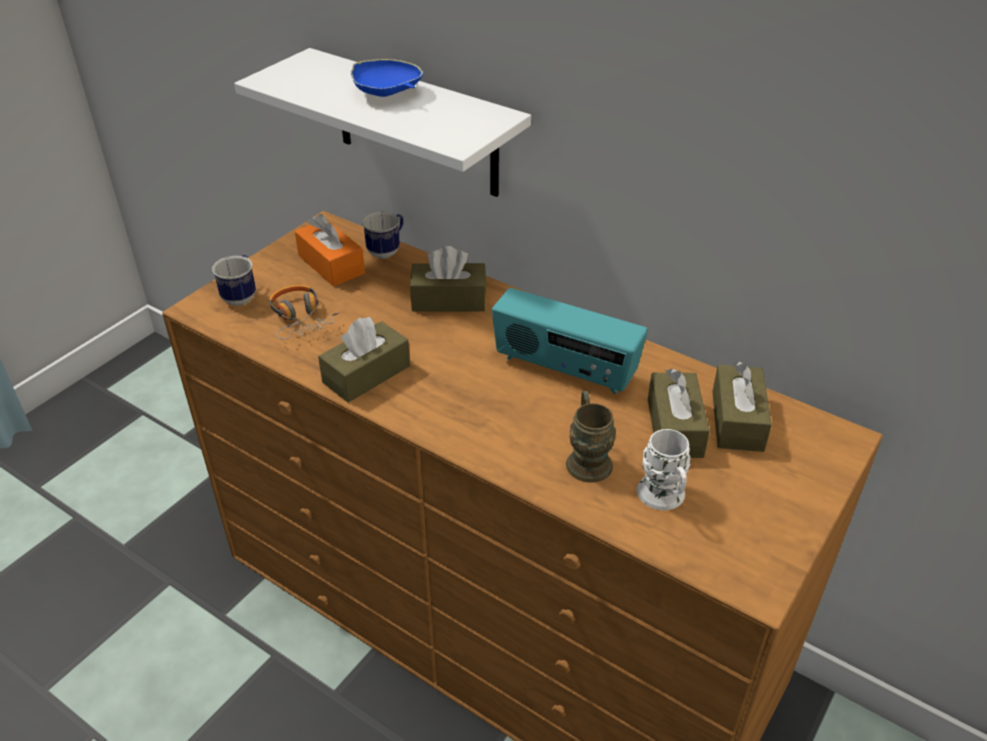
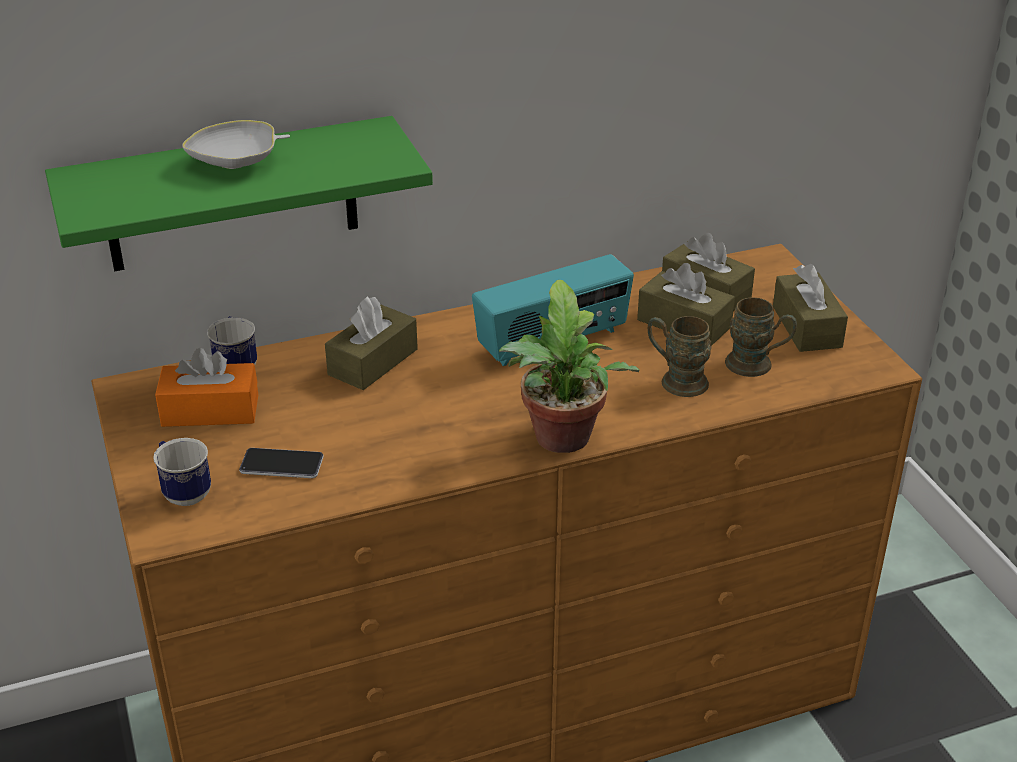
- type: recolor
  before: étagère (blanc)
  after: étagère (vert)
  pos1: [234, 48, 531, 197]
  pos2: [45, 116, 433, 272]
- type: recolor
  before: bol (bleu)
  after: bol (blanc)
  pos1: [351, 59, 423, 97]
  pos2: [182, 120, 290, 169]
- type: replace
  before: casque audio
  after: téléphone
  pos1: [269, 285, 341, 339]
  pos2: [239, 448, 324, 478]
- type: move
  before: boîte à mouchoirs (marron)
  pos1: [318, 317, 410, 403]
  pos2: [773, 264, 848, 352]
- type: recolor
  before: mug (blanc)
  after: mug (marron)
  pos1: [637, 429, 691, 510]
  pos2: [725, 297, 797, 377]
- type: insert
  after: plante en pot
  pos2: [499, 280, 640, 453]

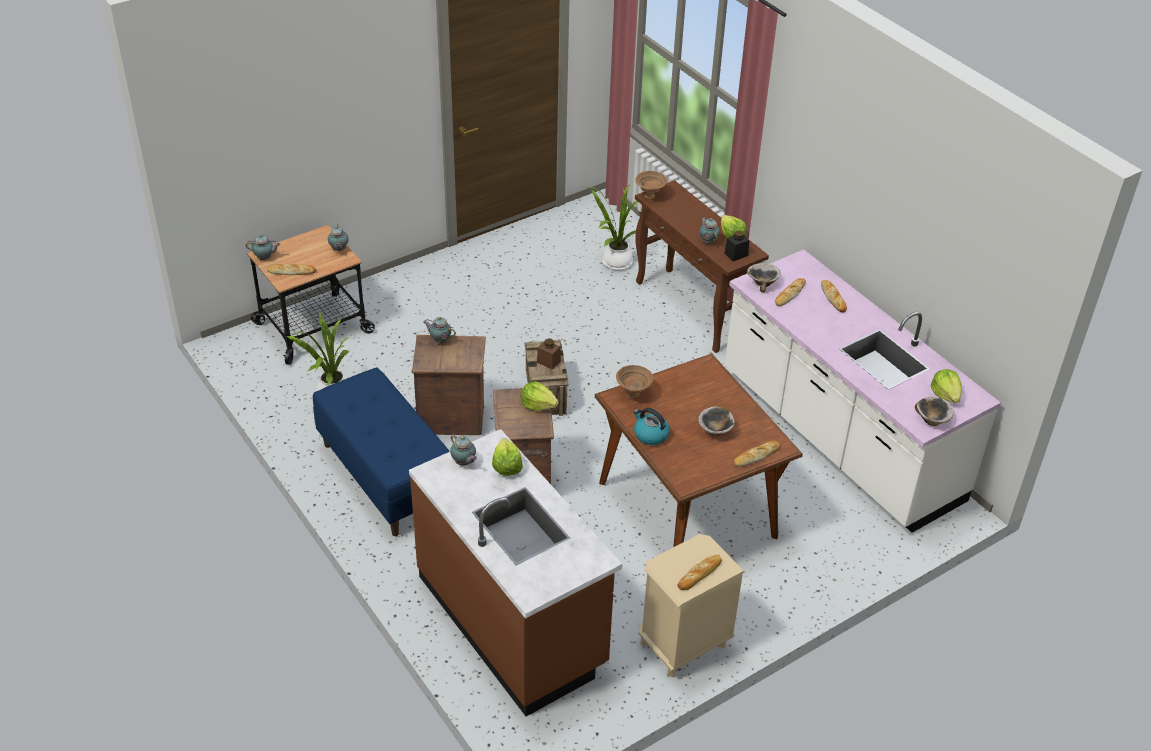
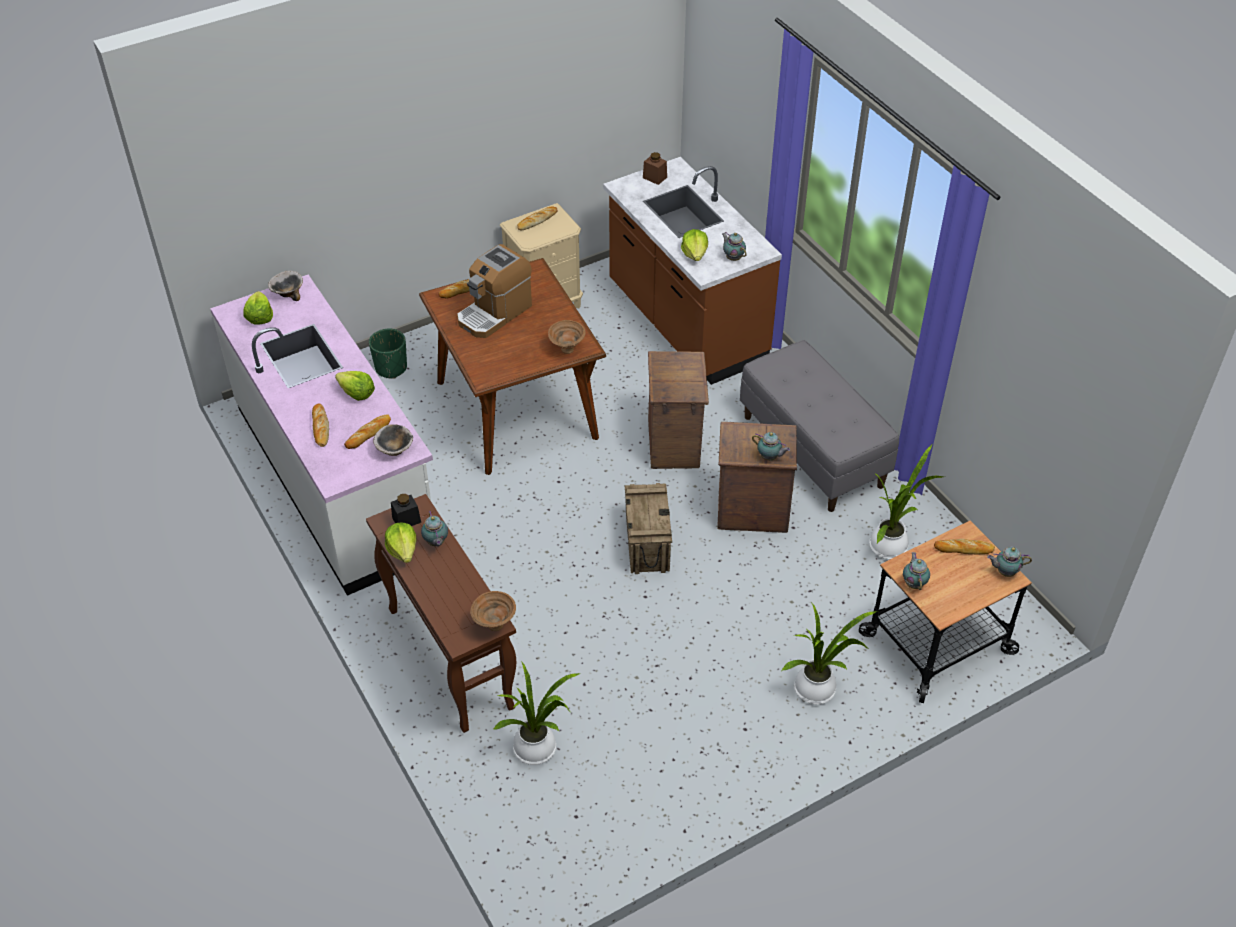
- type: move
  before: bocal (marron)
  pos1: [537, 338, 561, 370]
  pos2: [643, 152, 667, 185]
- type: recolor
  before: banc (bleu)
  after: banc (gris)
  pos1: [313, 367, 450, 536]
  pos2: [740, 340, 899, 512]
- type: move
  before: laitue
  pos1: [521, 381, 559, 411]
  pos2: [335, 371, 375, 401]
- type: replace
  before: bol
  after: machine à café
  pos1: [698, 406, 735, 436]
  pos2: [457, 244, 532, 338]
- type: delete
  before: bouilloire
  pos1: [633, 408, 670, 445]
- type: insert
  after: cache-pot (vert)
  pos2: [369, 329, 407, 379]
- type: insert
  after: plante en pot
  pos2: [782, 602, 878, 704]

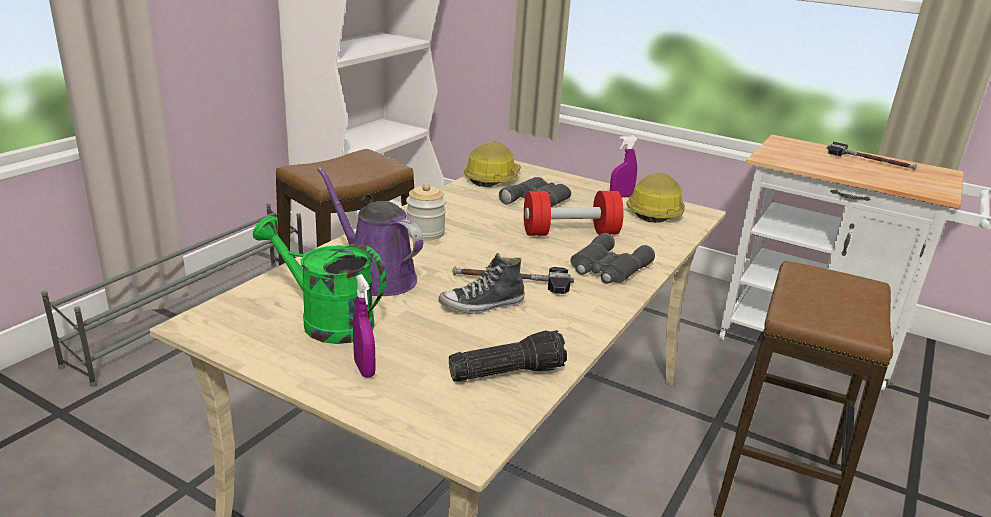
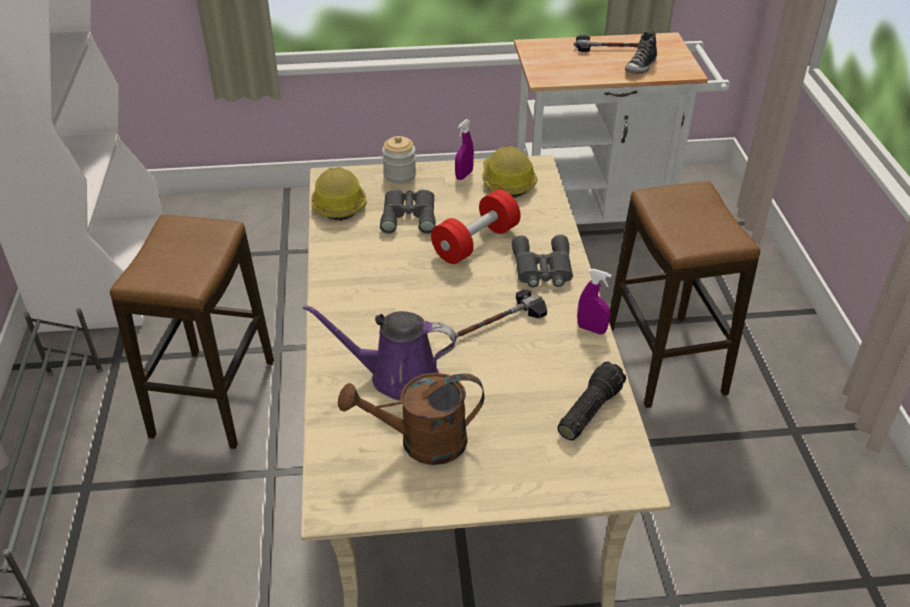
- type: move
  before: bocal
  pos1: [406, 183, 446, 240]
  pos2: [382, 136, 416, 183]
- type: recolor
  before: arrosoir (vert)
  after: arrosoir (marron)
  pos1: [253, 216, 386, 344]
  pos2: [338, 373, 484, 465]
- type: move
  before: chaussure
  pos1: [438, 253, 525, 314]
  pos2: [625, 30, 657, 74]
- type: move
  before: vaporisateur (violet)
  pos1: [353, 274, 376, 378]
  pos2: [577, 269, 612, 334]

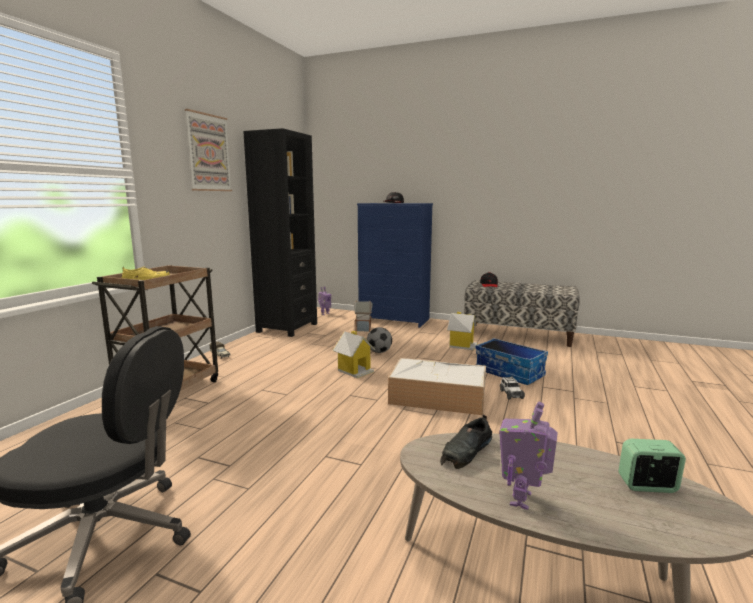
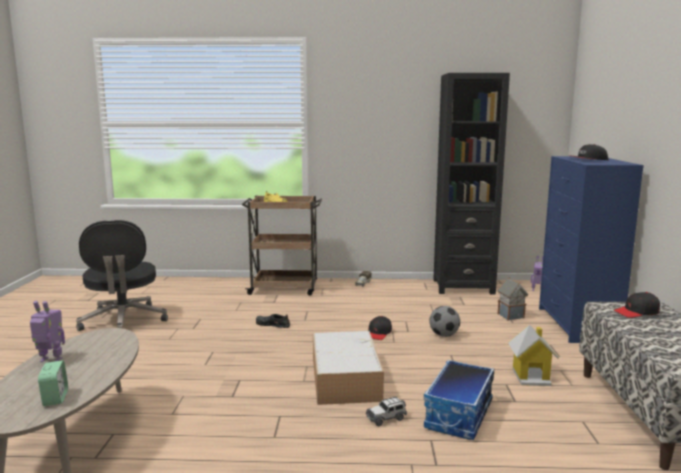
- type: delete
  before: tableau
  pos1: [185, 109, 232, 191]
- type: replace
  before: maison miniature
  after: casquette (noir)
  pos1: [332, 331, 375, 378]
  pos2: [368, 316, 392, 340]
- type: move
  before: chaussure (noir)
  pos1: [440, 415, 492, 469]
  pos2: [256, 314, 290, 328]

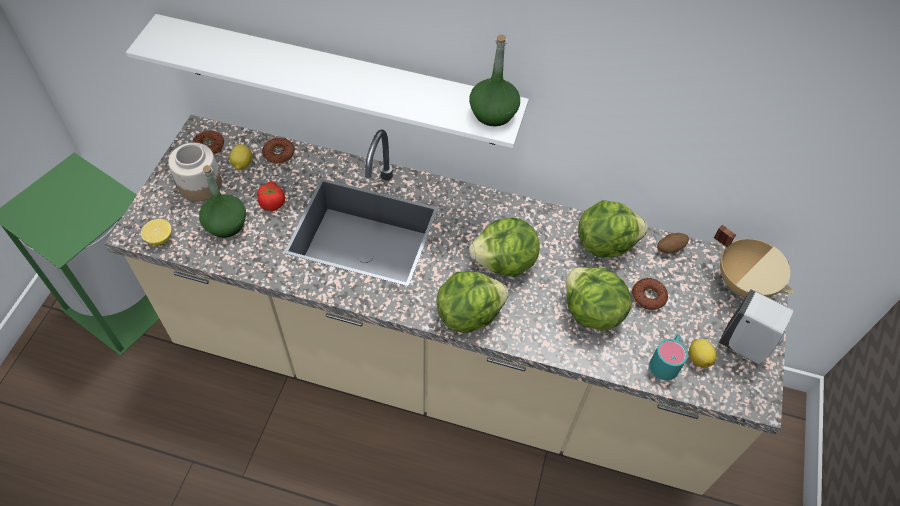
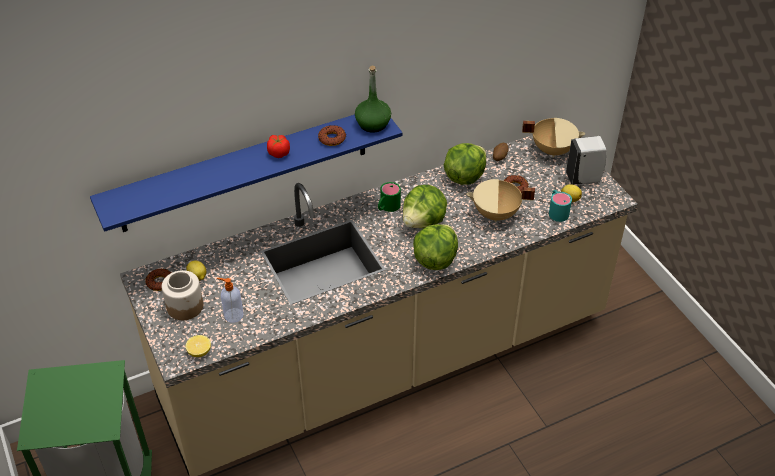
- type: recolor
  before: étagère (blanc)
  after: étagère (bleu)
  pos1: [126, 14, 529, 148]
  pos2: [90, 114, 402, 232]
- type: move
  before: beignet
  pos1: [262, 138, 294, 164]
  pos2: [318, 125, 346, 146]
- type: replace
  before: bouteille (vert)
  after: distributeur de savon
  pos1: [199, 165, 246, 238]
  pos2: [217, 278, 243, 323]
- type: move
  before: tomate
  pos1: [257, 182, 285, 211]
  pos2: [267, 135, 290, 158]
- type: replace
  before: laitue
  after: marmite (beige)
  pos1: [566, 267, 632, 331]
  pos2: [466, 179, 535, 222]
- type: insert
  after: mug (vert)
  pos2: [378, 182, 401, 212]

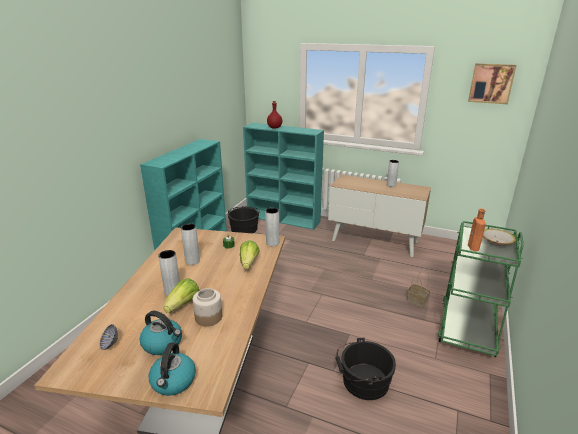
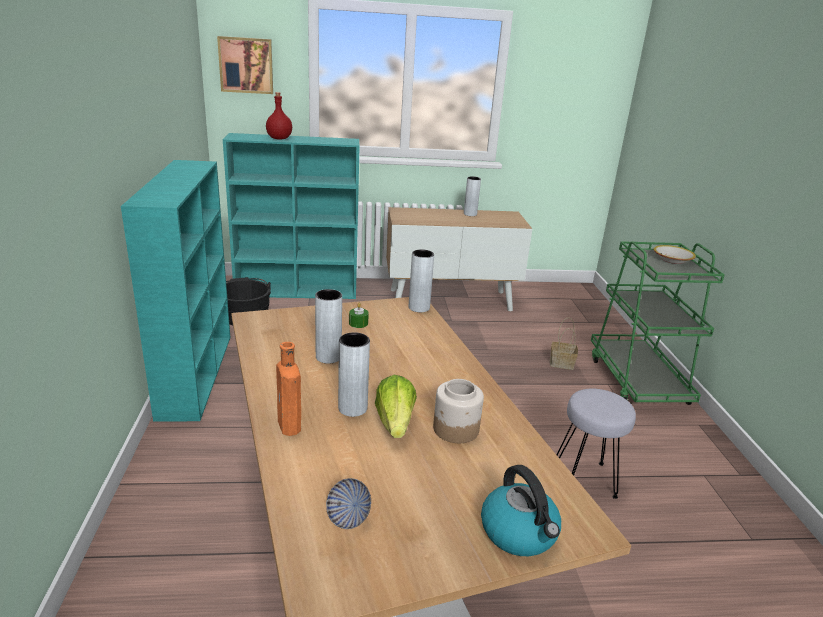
- type: move
  before: tableau
  pos1: [468, 63, 517, 104]
  pos2: [217, 36, 273, 94]
- type: move
  before: bouteille (orange)
  pos1: [468, 209, 486, 251]
  pos2: [276, 342, 301, 436]
- type: delete
  before: laitue
  pos1: [240, 240, 260, 269]
- type: delete
  before: bouilloire
  pos1: [139, 311, 182, 355]
- type: replace
  before: seau (noir)
  after: tabouret (gris)
  pos1: [335, 338, 396, 400]
  pos2: [556, 389, 636, 499]

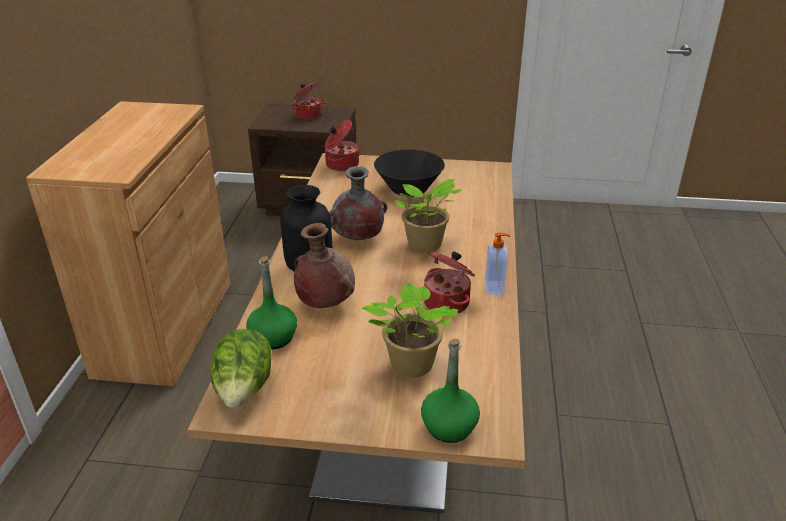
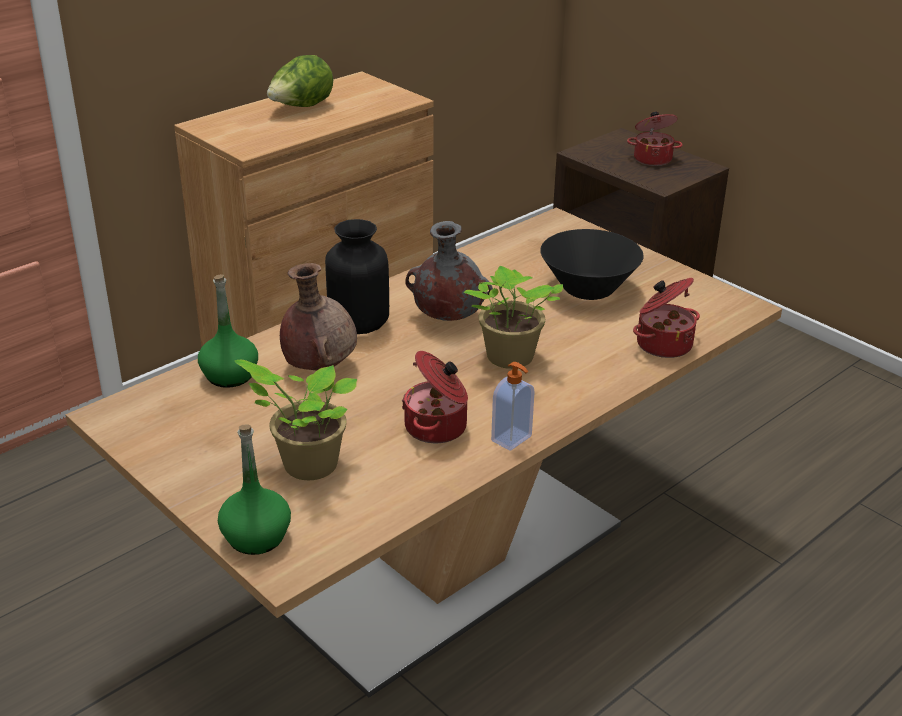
- type: move
  before: marmite
  pos1: [325, 120, 360, 171]
  pos2: [633, 278, 700, 358]
- type: move
  before: laitue
  pos1: [210, 329, 271, 408]
  pos2: [267, 55, 333, 107]

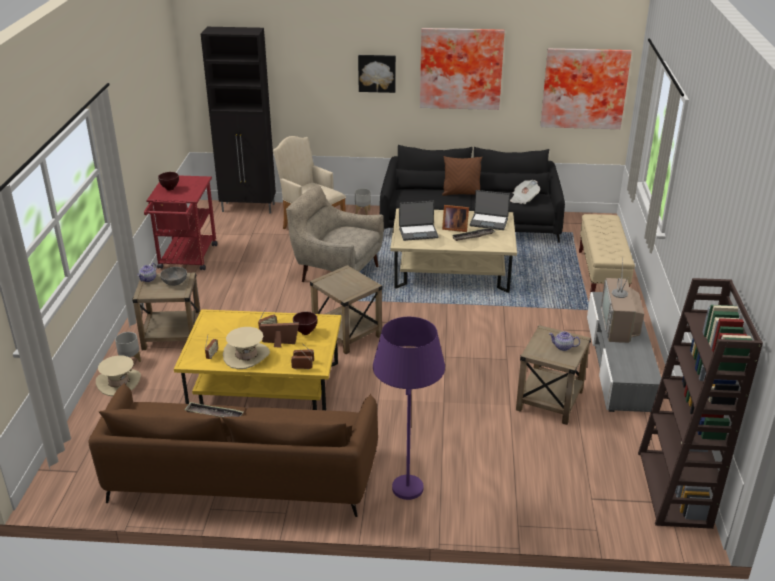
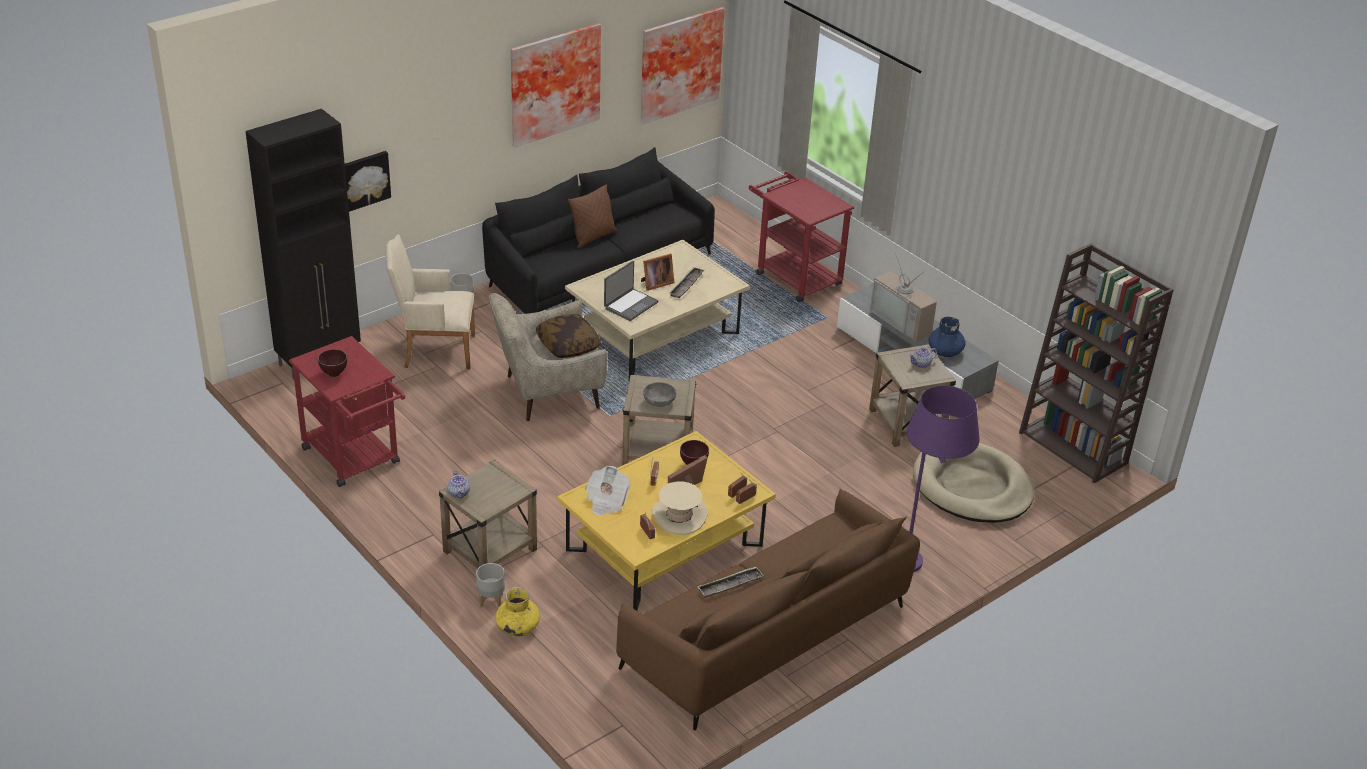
- type: move
  before: tableau
  pos1: [358, 55, 396, 93]
  pos2: [345, 151, 391, 212]
- type: move
  before: journal
  pos1: [510, 180, 540, 204]
  pos2: [585, 466, 631, 515]
- type: delete
  before: ordinateur portable
  pos1: [470, 190, 510, 230]
- type: replace
  before: banc (beige)
  after: chariot (rouge)
  pos1: [579, 214, 635, 292]
  pos2: [749, 171, 854, 302]
- type: move
  before: bol (gris)
  pos1: [160, 267, 187, 286]
  pos2: [643, 382, 676, 407]
- type: replace
  before: chapeau (beige)
  after: vase (jaune)
  pos1: [96, 355, 141, 396]
  pos2: [495, 587, 540, 636]
- type: insert
  after: coussin
  pos2: [536, 314, 601, 358]
- type: insert
  after: vase (bleu)
  pos2: [928, 315, 966, 357]
- type: insert
  after: panier pour chien (beige)
  pos2: [913, 443, 1034, 523]

